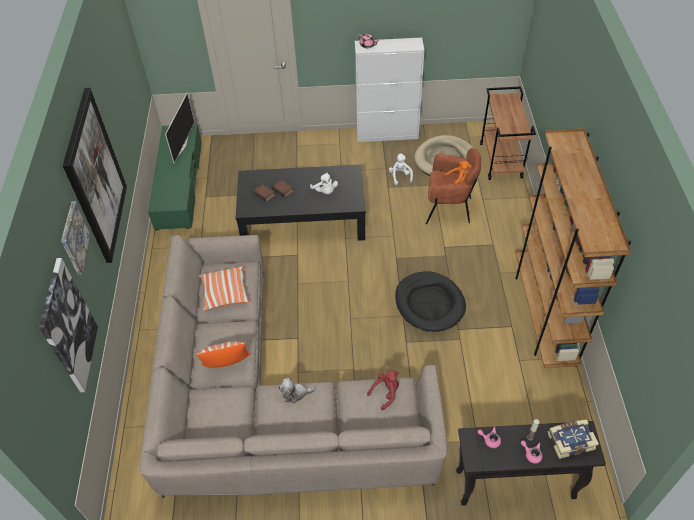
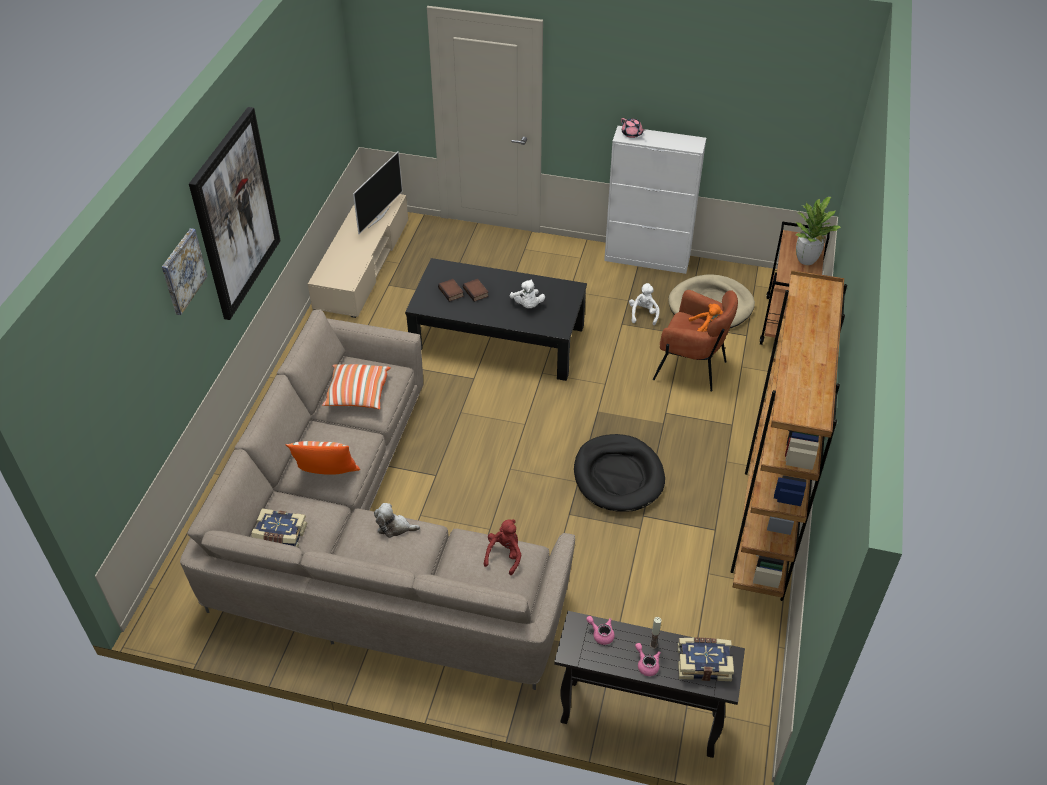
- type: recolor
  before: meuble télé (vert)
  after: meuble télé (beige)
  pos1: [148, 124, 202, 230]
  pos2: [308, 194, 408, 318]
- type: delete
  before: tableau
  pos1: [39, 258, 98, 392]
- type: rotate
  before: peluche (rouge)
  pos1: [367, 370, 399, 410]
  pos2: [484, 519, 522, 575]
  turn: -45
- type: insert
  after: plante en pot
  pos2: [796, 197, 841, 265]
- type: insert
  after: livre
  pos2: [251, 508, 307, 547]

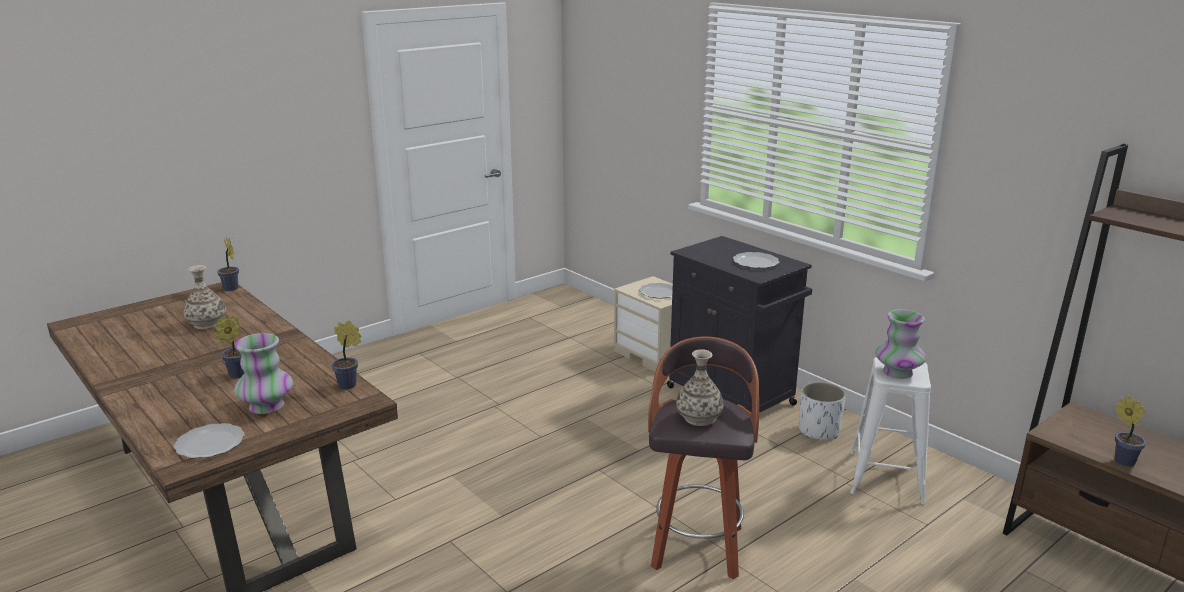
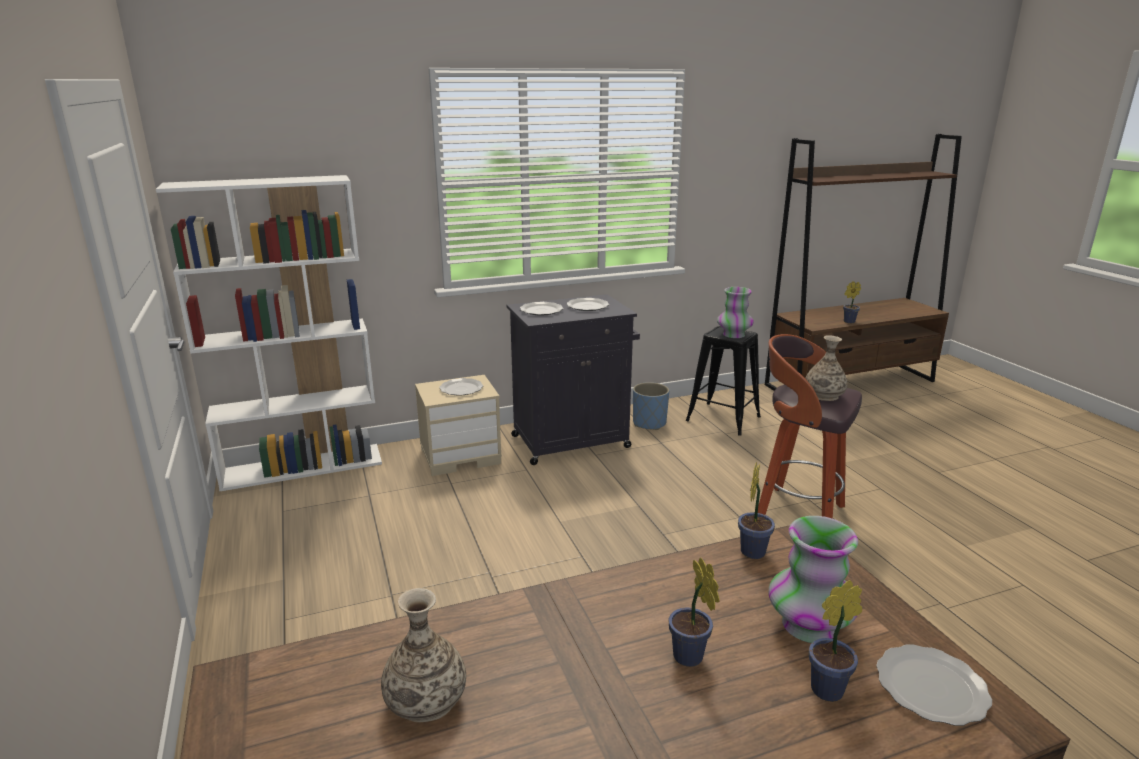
- type: move
  before: plante en pot
  pos1: [217, 237, 239, 291]
  pos2: [809, 580, 862, 702]
- type: recolor
  before: tabouret (blanc)
  after: tabouret (noir)
  pos1: [850, 357, 931, 504]
  pos2: [686, 326, 761, 436]
- type: recolor
  before: cache-pot (blanc)
  after: cache-pot (bleu)
  pos1: [799, 382, 846, 440]
  pos2: [633, 382, 669, 430]
- type: insert
  after: bibliothèque (blanc)
  pos2: [156, 175, 382, 491]
- type: insert
  after: assiette
  pos2: [520, 302, 563, 315]

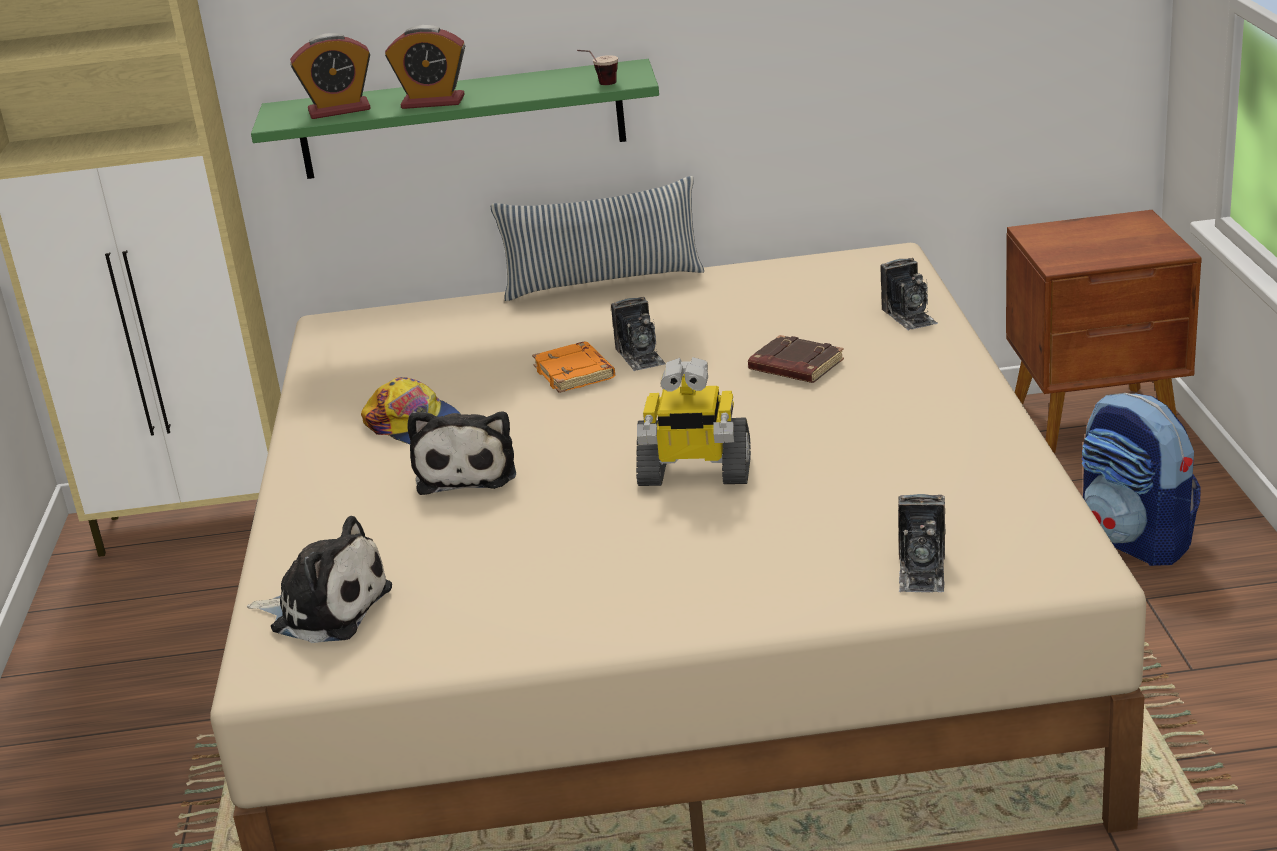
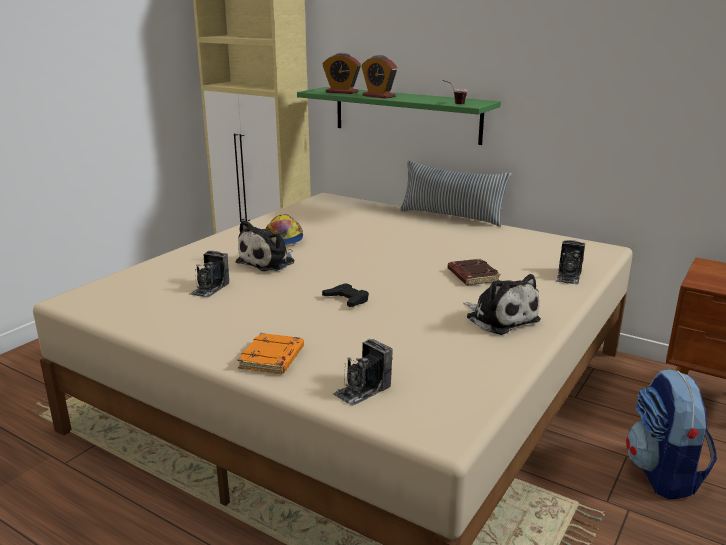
- type: move
  before: appareil photo
  pos1: [611, 297, 666, 371]
  pos2: [189, 251, 229, 298]
- type: move
  before: livre (orange)
  pos1: [532, 342, 615, 393]
  pos2: [237, 333, 304, 374]
- type: replace
  before: robot jouet
  after: manette (noir)
  pos1: [636, 357, 751, 486]
  pos2: [322, 283, 369, 307]
- type: move
  before: peluche
  pos1: [247, 516, 392, 643]
  pos2: [463, 274, 541, 335]

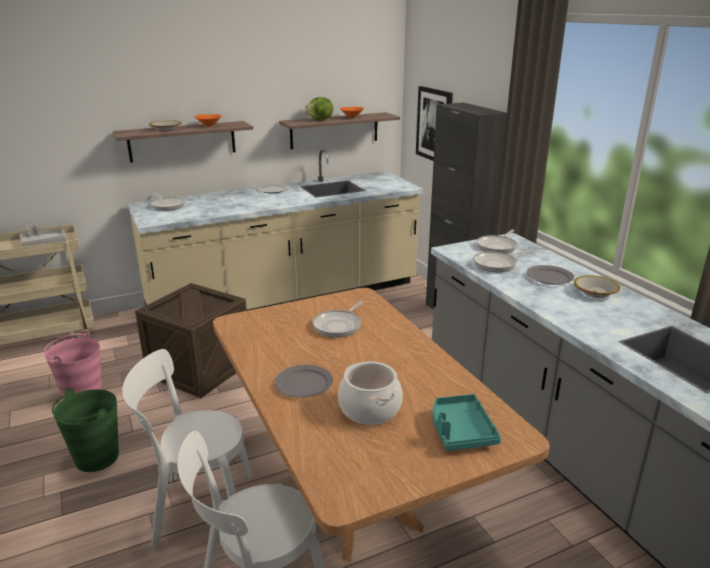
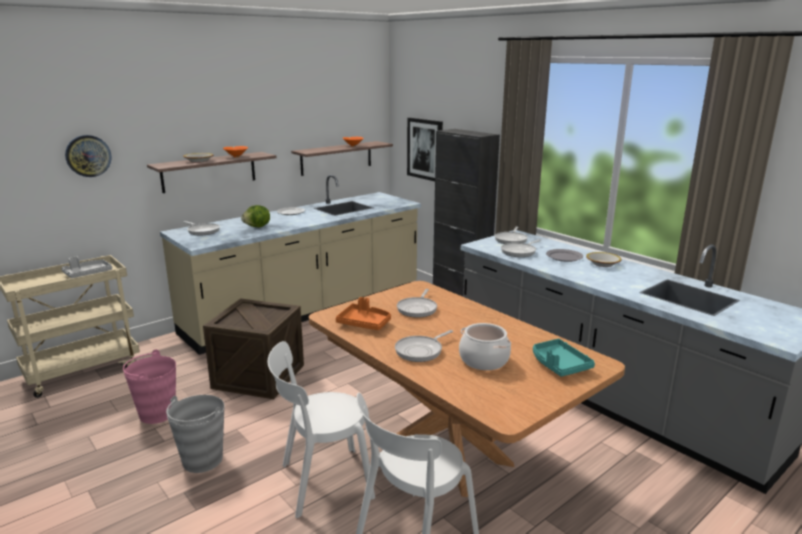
- type: move
  before: laitue
  pos1: [305, 97, 333, 120]
  pos2: [241, 205, 270, 227]
- type: replace
  before: assiette (gris)
  after: poêle
  pos1: [275, 365, 333, 398]
  pos2: [395, 330, 453, 362]
- type: recolor
  before: seau (vert)
  after: seau (gris)
  pos1: [52, 388, 119, 472]
  pos2: [166, 395, 224, 473]
- type: insert
  after: horloge murale
  pos2: [65, 135, 112, 177]
- type: insert
  after: plateau (orange)
  pos2: [336, 297, 391, 330]

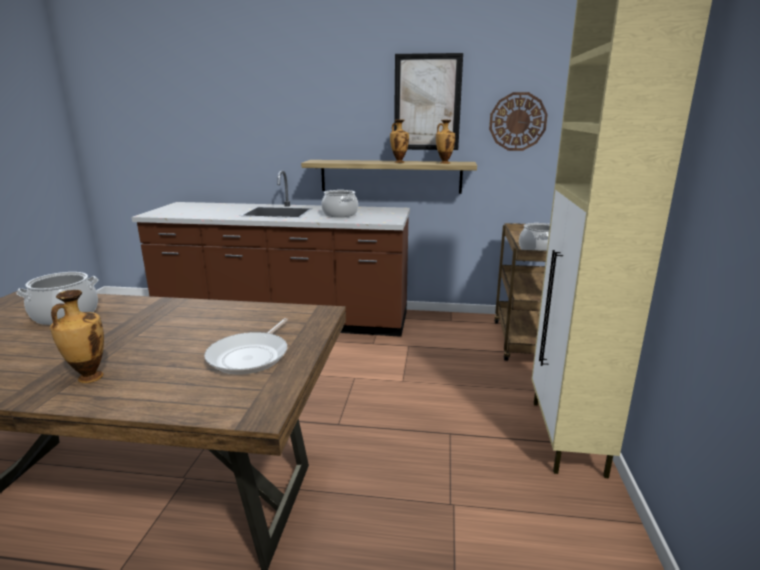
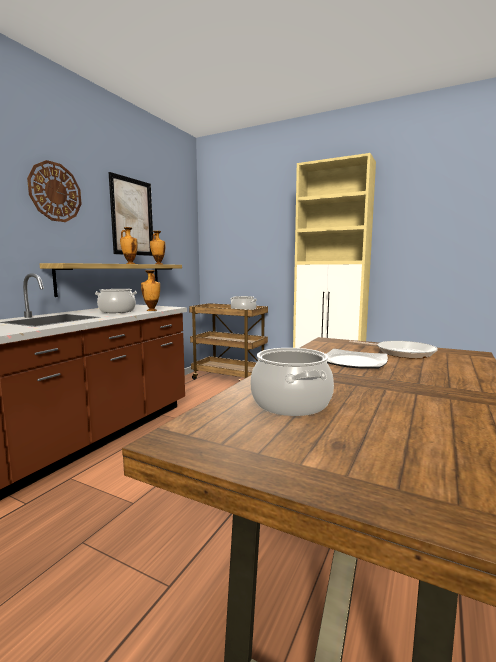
- type: move
  before: horloge murale
  pos1: [489, 92, 548, 151]
  pos2: [27, 160, 81, 222]
- type: move
  before: vase
  pos1: [50, 290, 104, 383]
  pos2: [141, 270, 160, 311]
- type: insert
  after: assiette
  pos2: [326, 349, 388, 369]

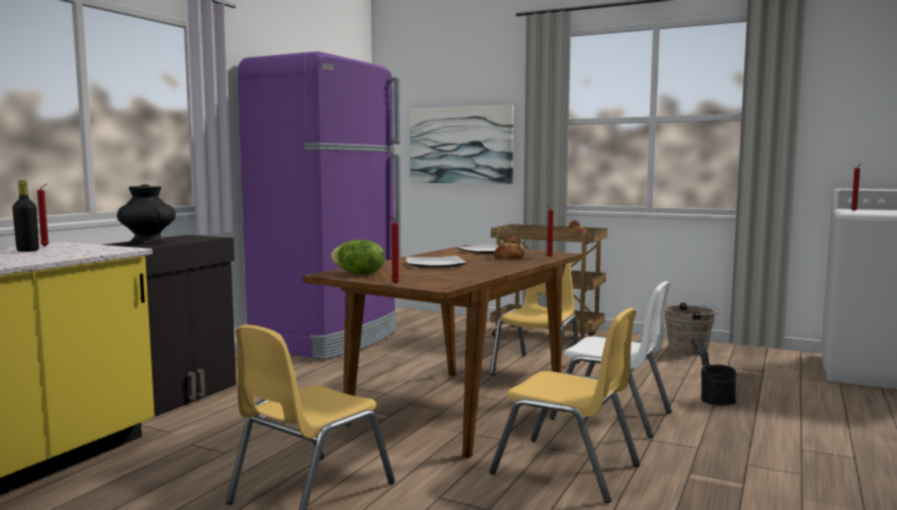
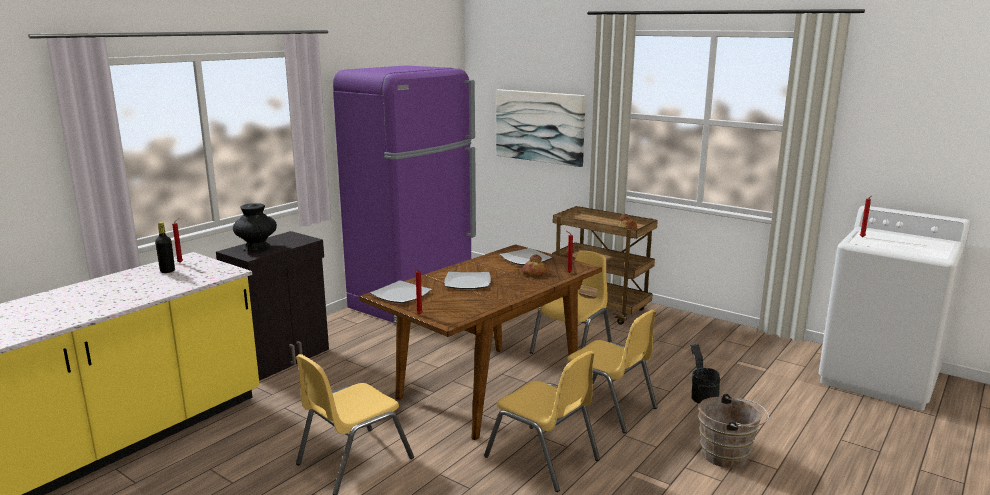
- type: replace
  before: laitue
  after: assiette
  pos1: [331, 240, 385, 274]
  pos2: [370, 280, 432, 303]
- type: recolor
  before: chaise (blanc)
  after: chaise (jaune)
  pos1: [549, 281, 672, 438]
  pos2: [567, 310, 658, 433]
- type: move
  before: seau (marron)
  pos1: [665, 302, 722, 355]
  pos2: [698, 394, 769, 468]

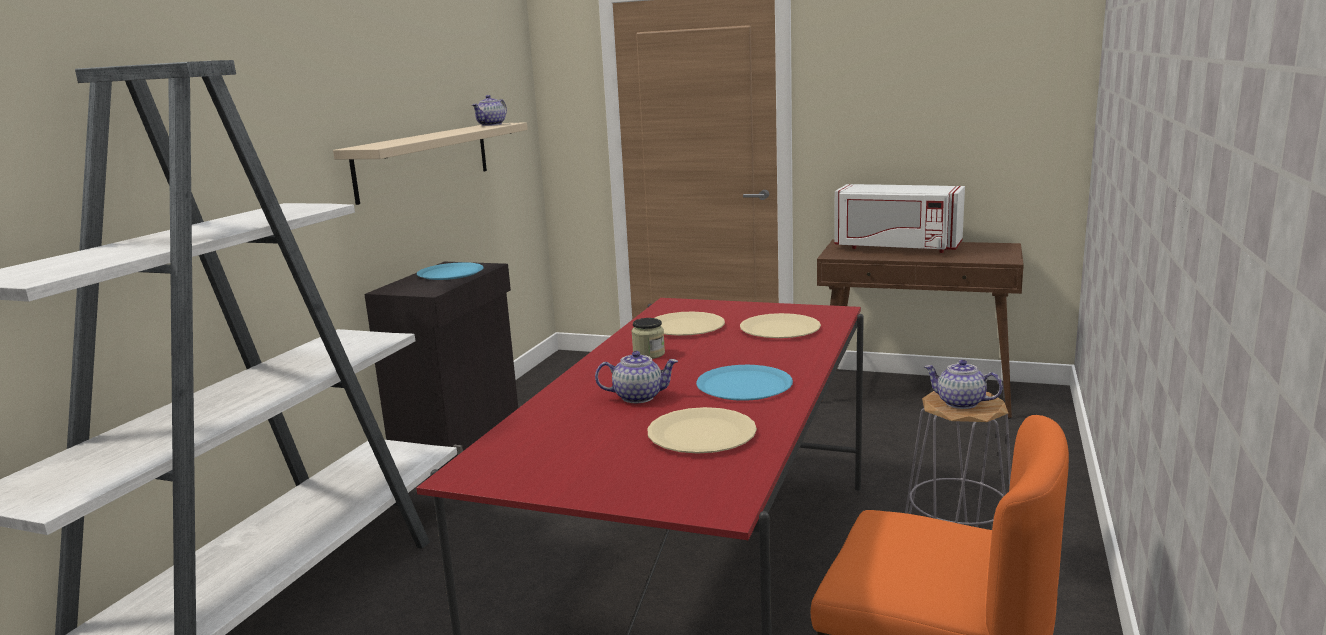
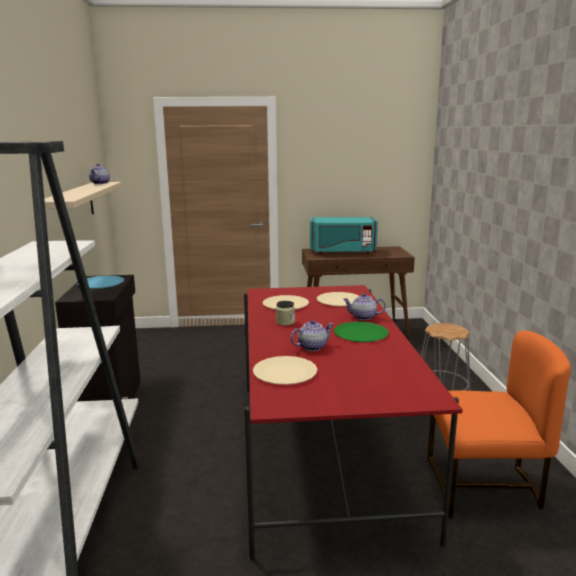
- type: recolor
  before: micro-ondes (blanc)
  after: micro-ondes (turquoise)
  pos1: [834, 184, 965, 253]
  pos2: [310, 217, 378, 254]
- type: move
  before: théière
  pos1: [924, 360, 1003, 409]
  pos2: [343, 293, 386, 320]
- type: recolor
  before: assiette (bleu)
  after: assiette (vert)
  pos1: [696, 365, 793, 401]
  pos2: [334, 322, 389, 342]
- type: move
  before: assiette (beige)
  pos1: [647, 407, 757, 454]
  pos2: [253, 356, 317, 385]

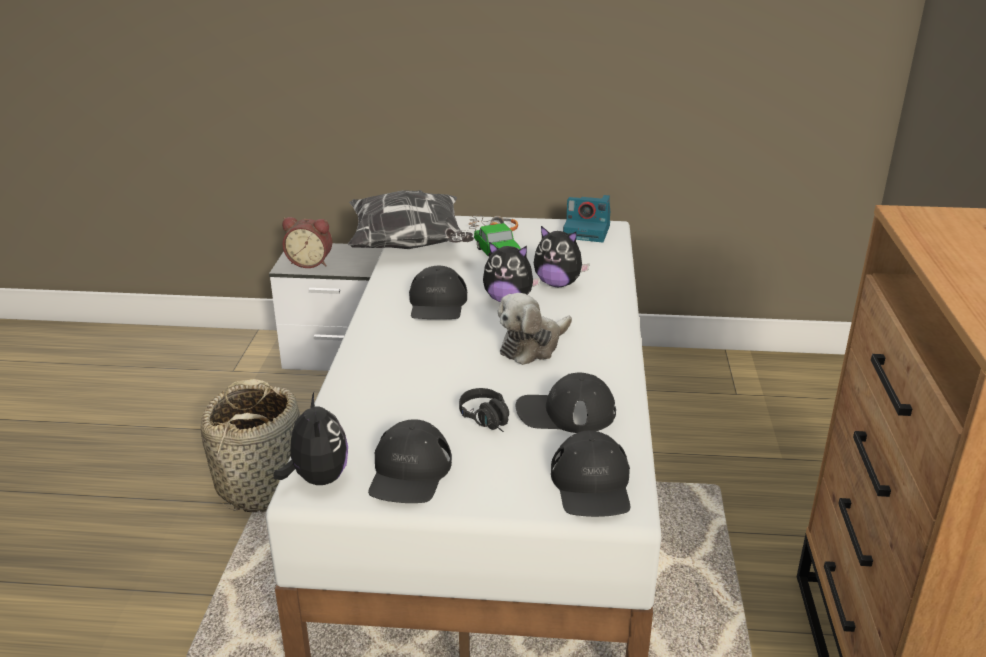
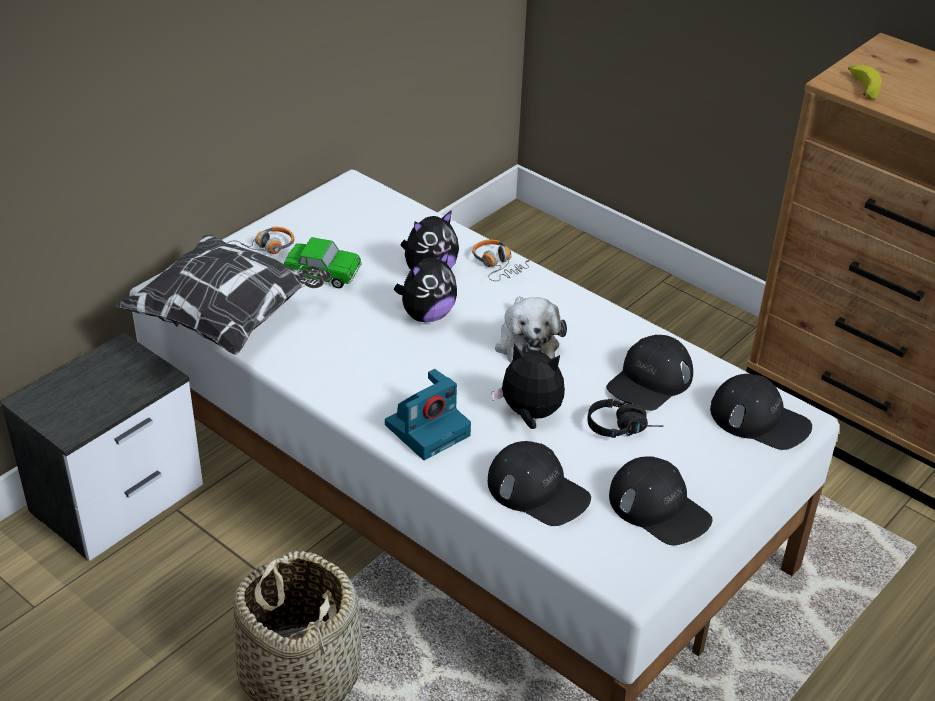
- type: move
  before: appareil photo
  pos1: [563, 195, 610, 242]
  pos2: [385, 369, 471, 460]
- type: delete
  before: réveil
  pos1: [282, 217, 332, 268]
- type: move
  before: casquette (noir)
  pos1: [409, 266, 467, 319]
  pos2: [488, 441, 591, 526]
- type: move
  before: peluche
  pos1: [274, 393, 348, 485]
  pos2: [492, 343, 565, 429]
- type: insert
  after: banane
  pos2: [848, 65, 881, 99]
- type: insert
  after: casque audio
  pos2: [472, 239, 530, 281]

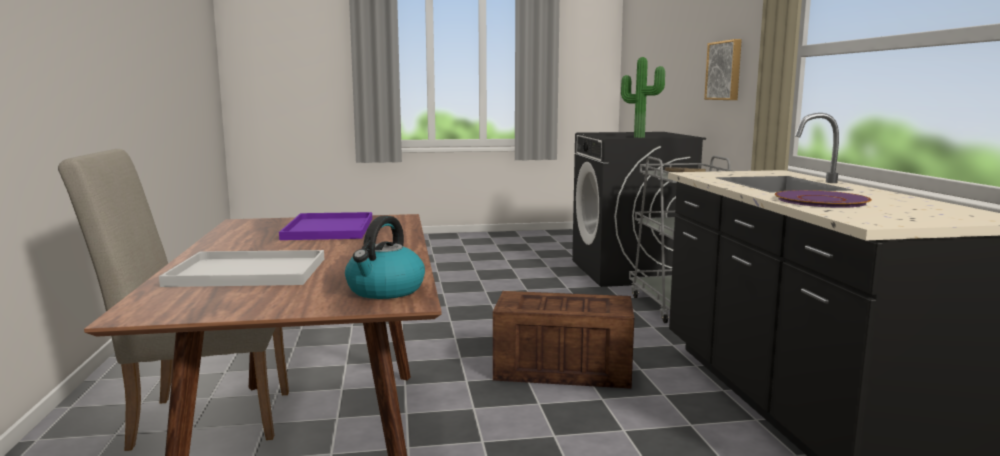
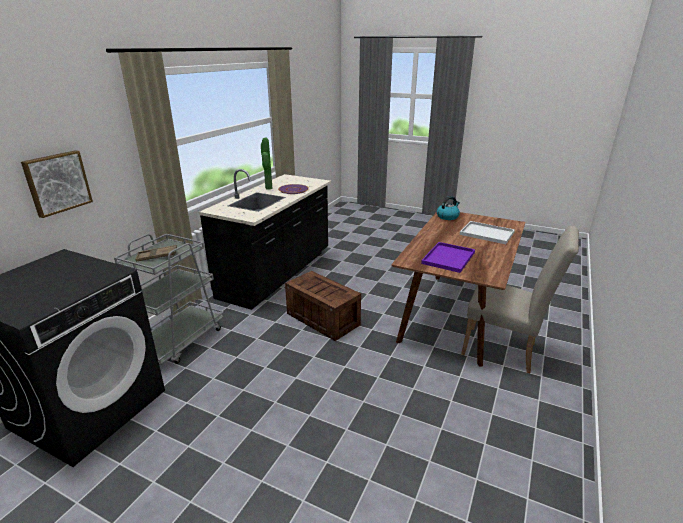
- type: move
  before: plante en pot
  pos1: [621, 57, 665, 138]
  pos2: [261, 138, 273, 190]

